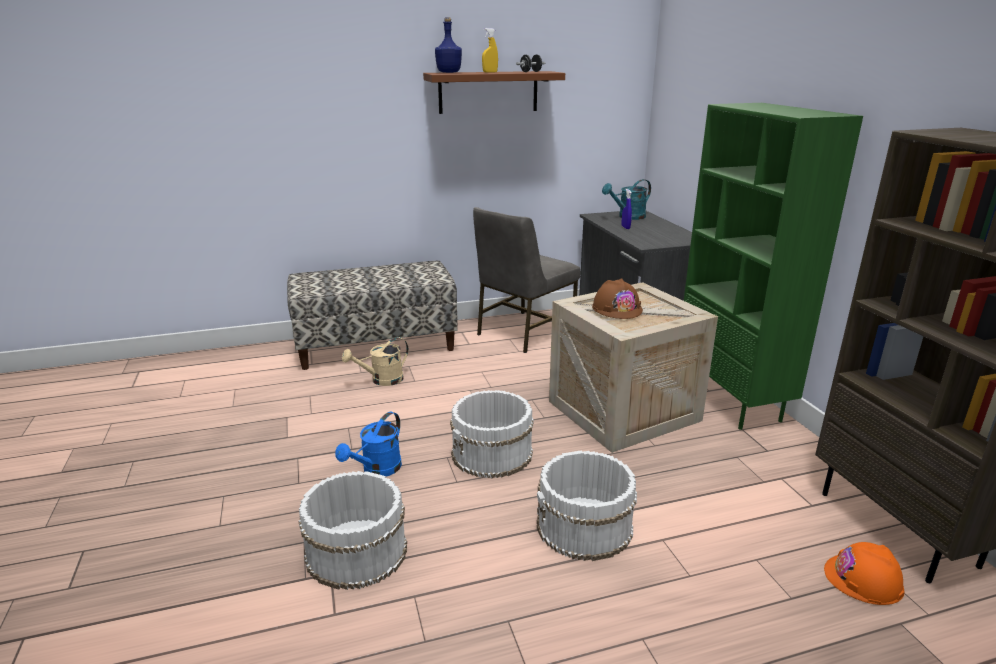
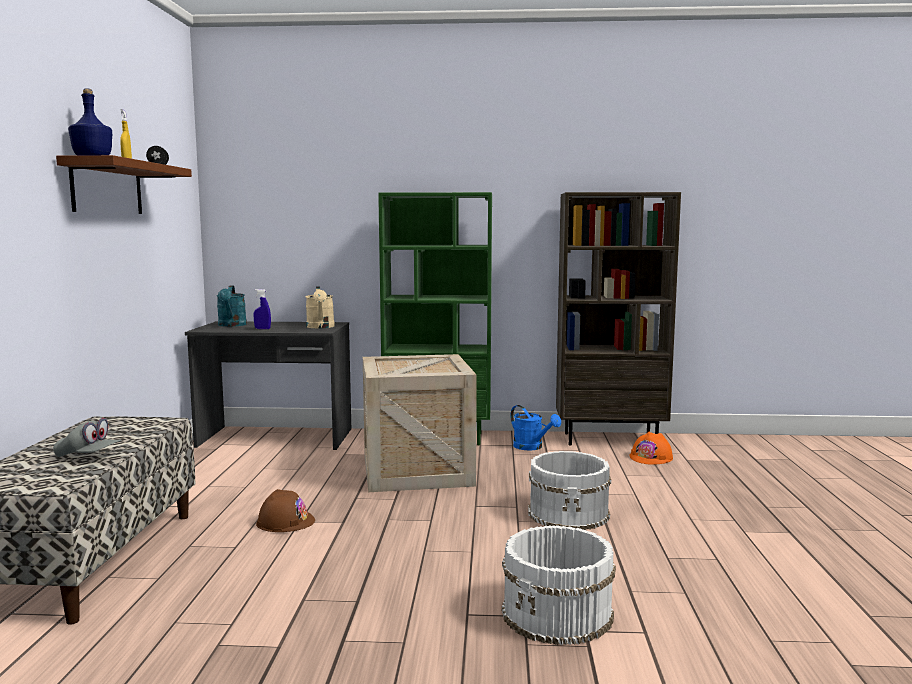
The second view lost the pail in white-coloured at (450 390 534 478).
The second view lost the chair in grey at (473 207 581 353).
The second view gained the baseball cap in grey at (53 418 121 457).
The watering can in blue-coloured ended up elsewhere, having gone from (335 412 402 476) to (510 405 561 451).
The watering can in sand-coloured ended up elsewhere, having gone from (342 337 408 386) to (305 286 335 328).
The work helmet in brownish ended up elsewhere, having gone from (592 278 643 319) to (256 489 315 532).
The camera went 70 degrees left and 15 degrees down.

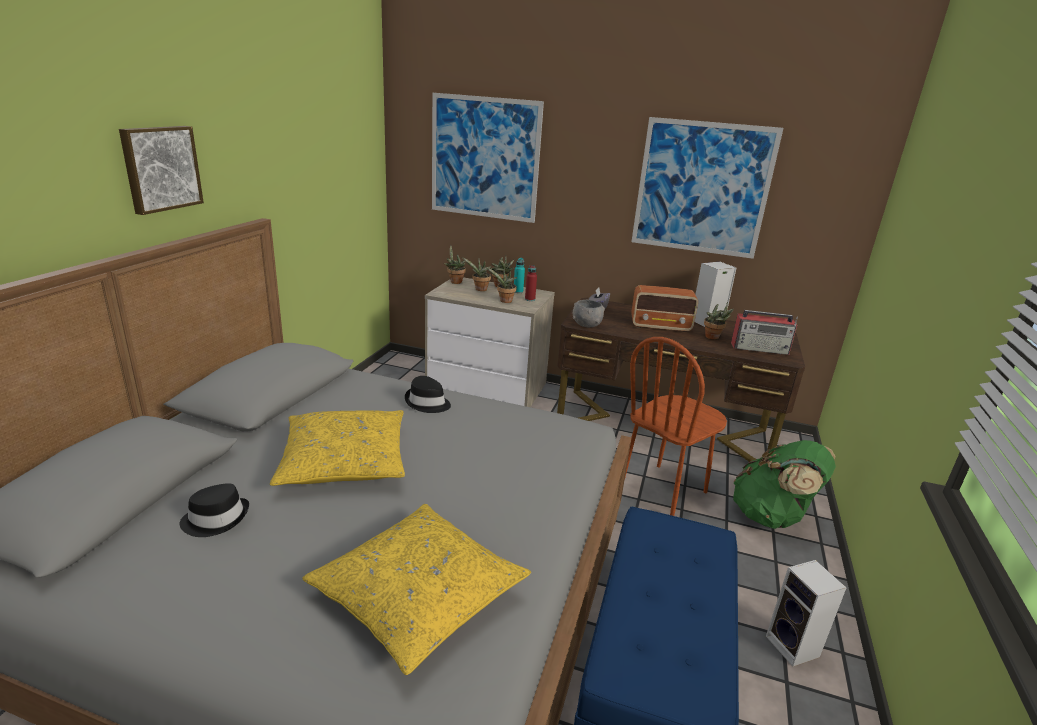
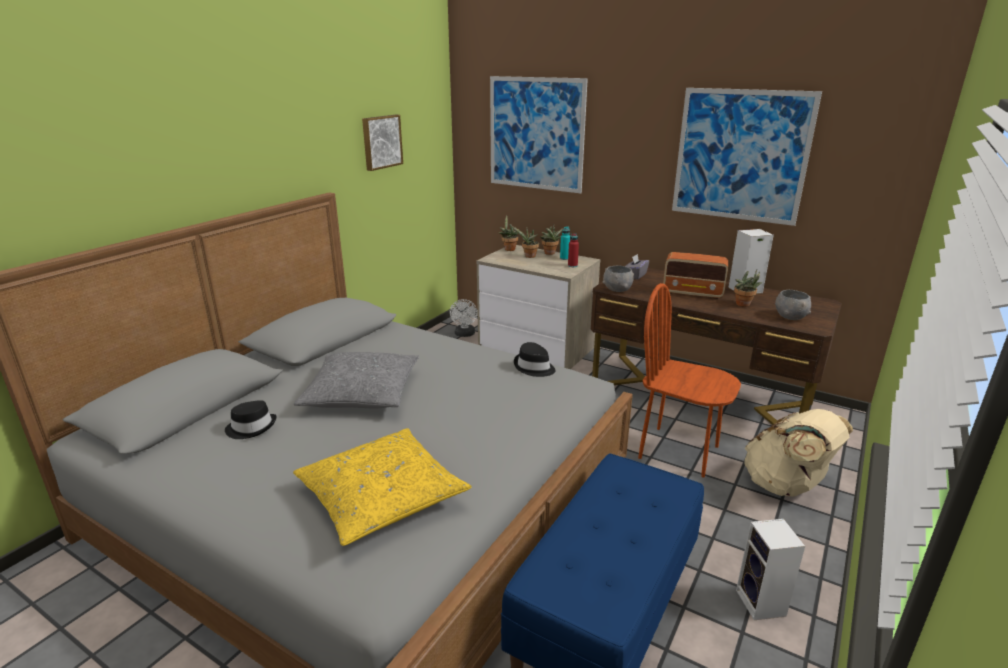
The second view lost the plant in a pot at (486 267 517 303).
The second view gained the fan in white-coloured at (450 299 478 337).
The picture ended up elsewhere, having gone from (119 126 204 215) to (362 115 403 171).
The clothing hat in blackish ended up elsewhere, having gone from (405 376 451 413) to (514 342 555 377).
Where the radio receiver stood at (731 310 798 355), the serving bowl in grey came to stand at (775 290 811 320).
What was the pillow in yellow at (270 410 405 486) turned into the pillow in grey at (294 352 419 408).
What was the rucksack in greenish at (733 440 836 529) turned into the rucksack in sand-coloured at (744 409 853 496).
The chair in brownish at (625 337 727 516) ended up facing another way, 60 degrees clockwise from before.
The camera went 15 degrees right and 0 degrees up.

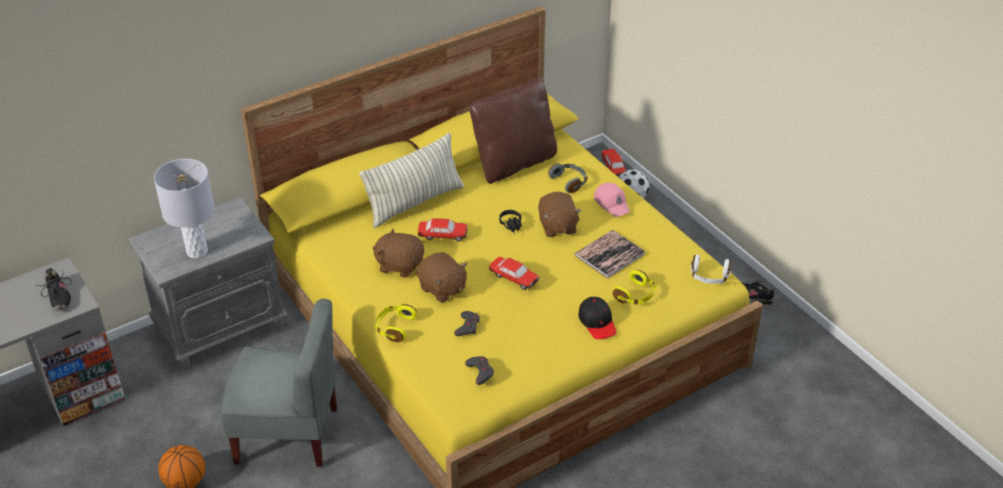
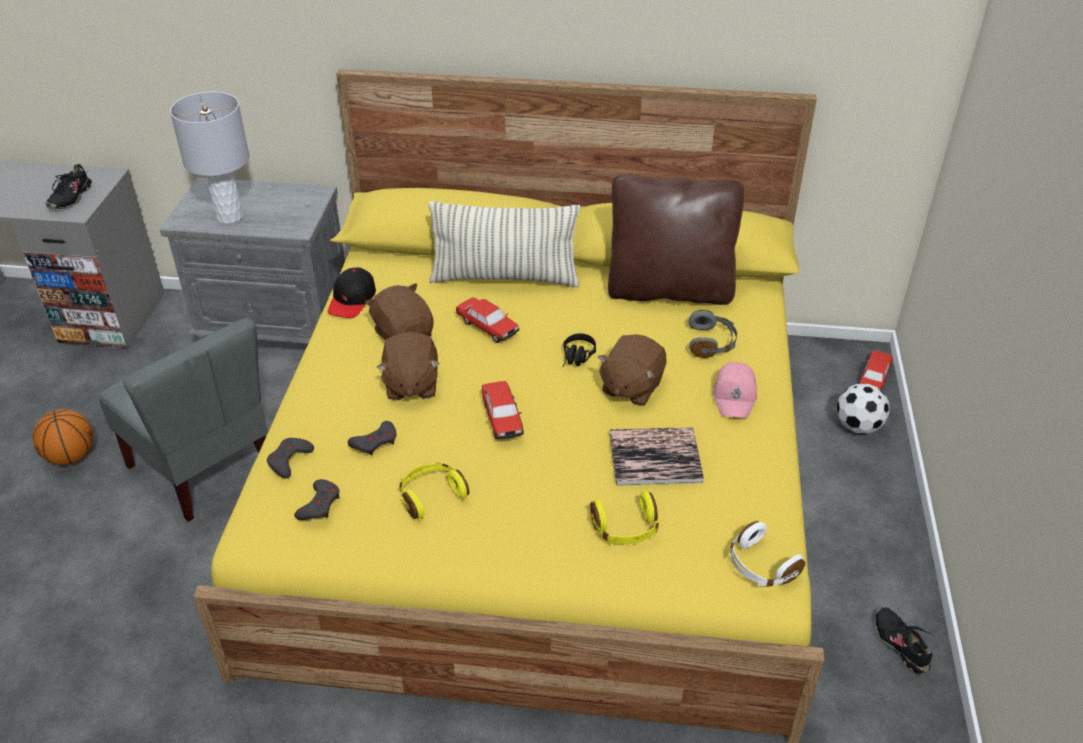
The second view gained the joypad in grey at (267 438 314 479).
The headphones in yellow ended up elsewhere, having gone from (375 304 417 342) to (399 462 469 519).
The baseball cap in blackish ended up elsewhere, having gone from (578 297 616 339) to (328 267 376 318).
The camera went 40 degrees right and 0 degrees up.

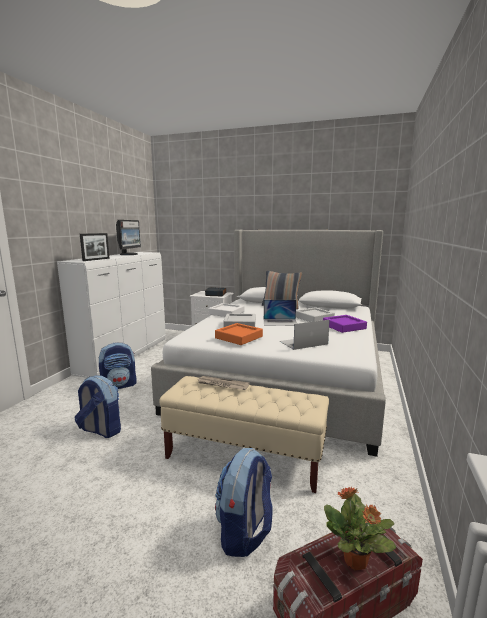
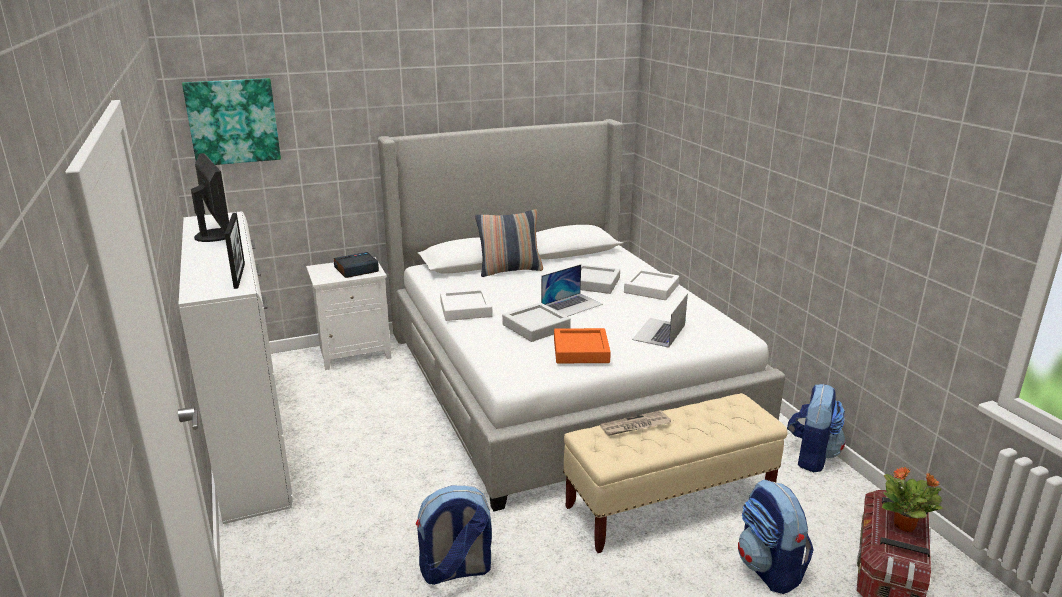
The second view gained the picture at (182 78 281 165).
The rucksack ended up elsewhere, having gone from (98 342 136 389) to (787 384 845 472).
What was the carrying tray in purple at (323 315 367 333) turned into the carrying tray in white-coloured at (624 269 679 300).
The camera went 40 degrees left and 10 degrees up.

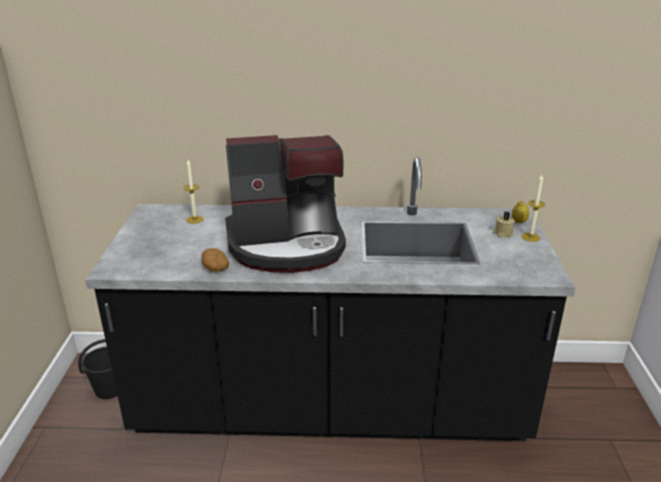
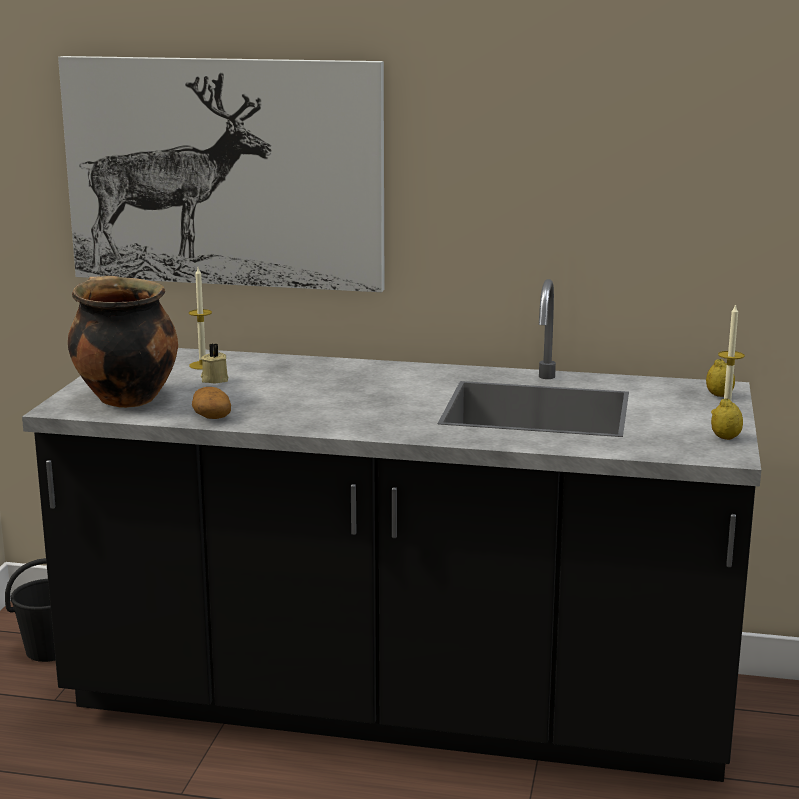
The second view lost the coffee brewer at (225 135 346 273).
The second view gained the picture at (58 56 384 292).
The second view gained the cooking pot at (68 276 178 408).
The second view gained the citrus fruit at (711 398 743 440).
The wax candle in sand-coloured ended up elsewhere, having gone from (493 212 515 237) to (201 344 228 384).
The camera went 10 degrees right and 10 degrees down.

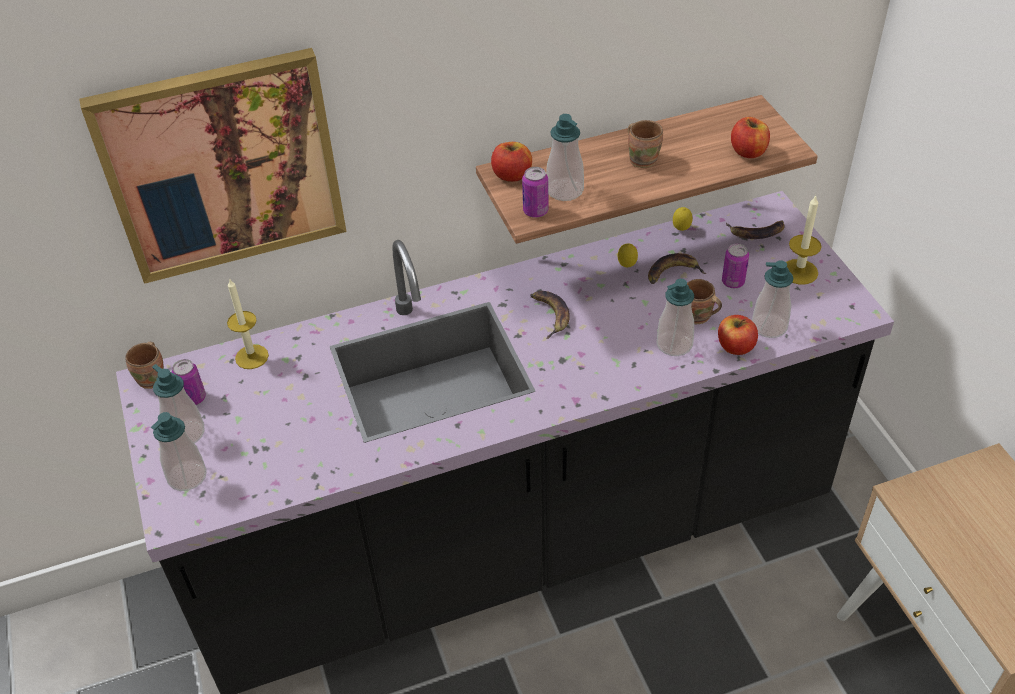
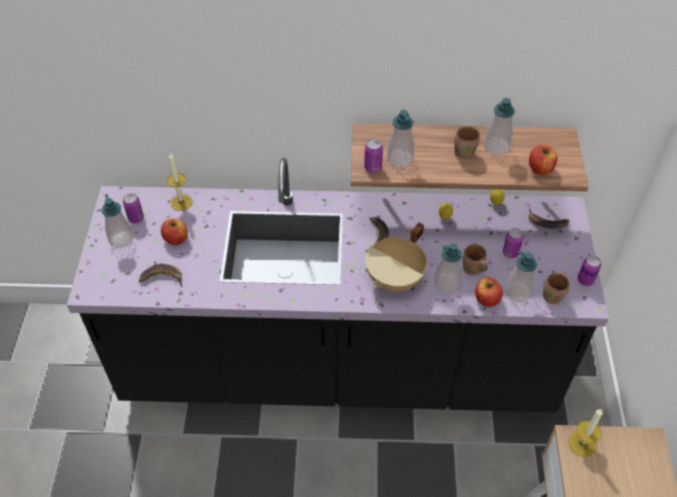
The second view lost the picture at (79 48 347 284).
The second view gained the cooking pot in sand-coloured at (365 222 427 292).
The second view gained the metal can at (578 255 601 286).
The mug in brownish ended up elsewhere, having gone from (125 342 164 389) to (543 272 570 304).
The liquid soap bottle ended up elsewhere, having gone from (151 412 207 491) to (484 98 515 155).
The apple fruit ended up elsewhere, having gone from (491 142 532 182) to (161 219 188 245).
The banana ended up elsewhere, having gone from (648 253 707 284) to (139 264 183 287).
The wax candle ended up elsewhere, having gone from (786 196 822 285) to (568 409 603 457).
The camera went 20 degrees right and 5 degrees up.

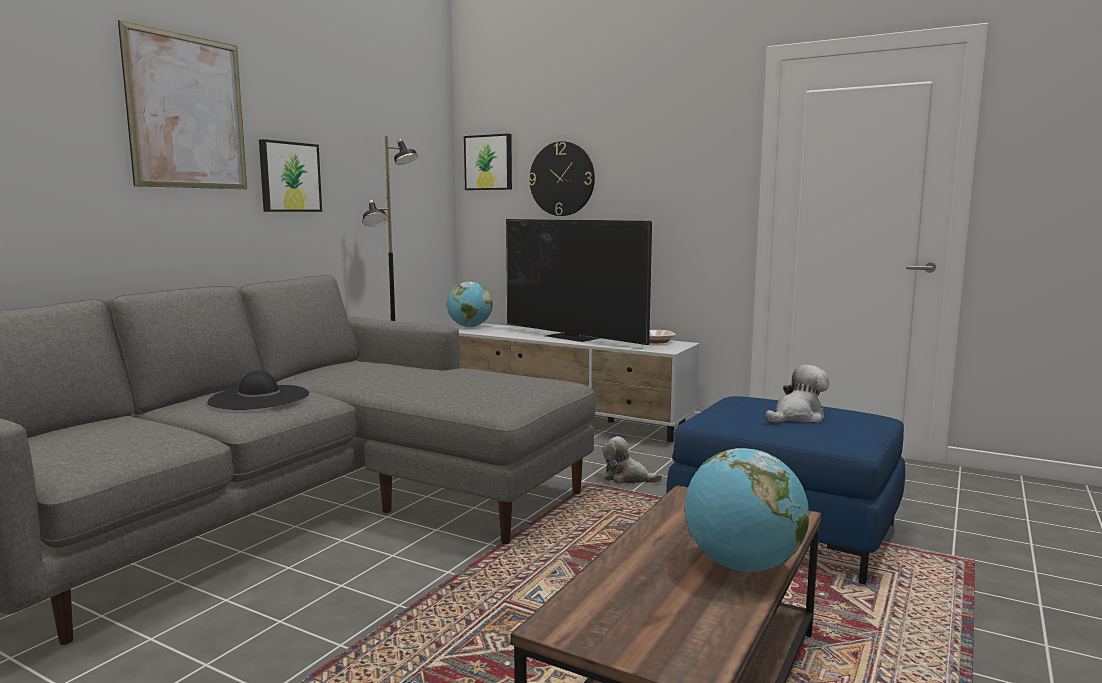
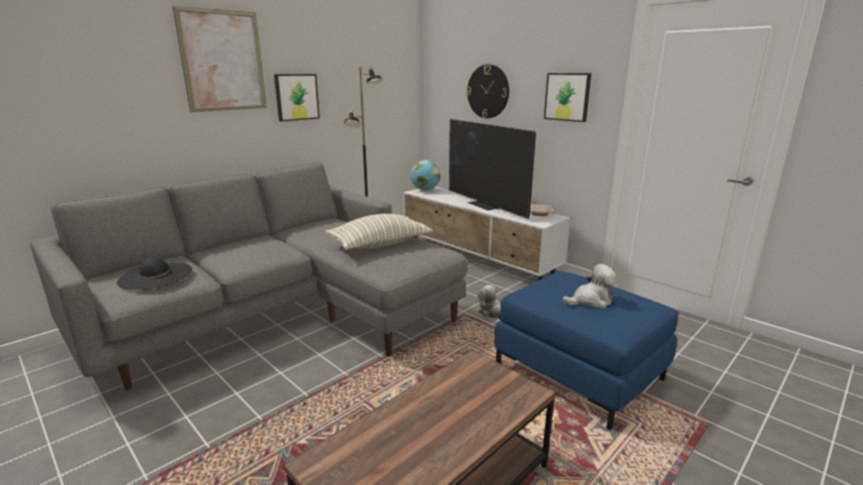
The second view lost the desk globe at (684 448 809 572).
The second view gained the pillow at (325 214 433 250).
The clothing hat in blackish ended up elsewhere, having gone from (207 370 309 410) to (117 257 192 290).
The picture ended up elsewhere, having gone from (464 134 512 190) to (544 73 591 122).
The camera went 15 degrees right and 10 degrees up.

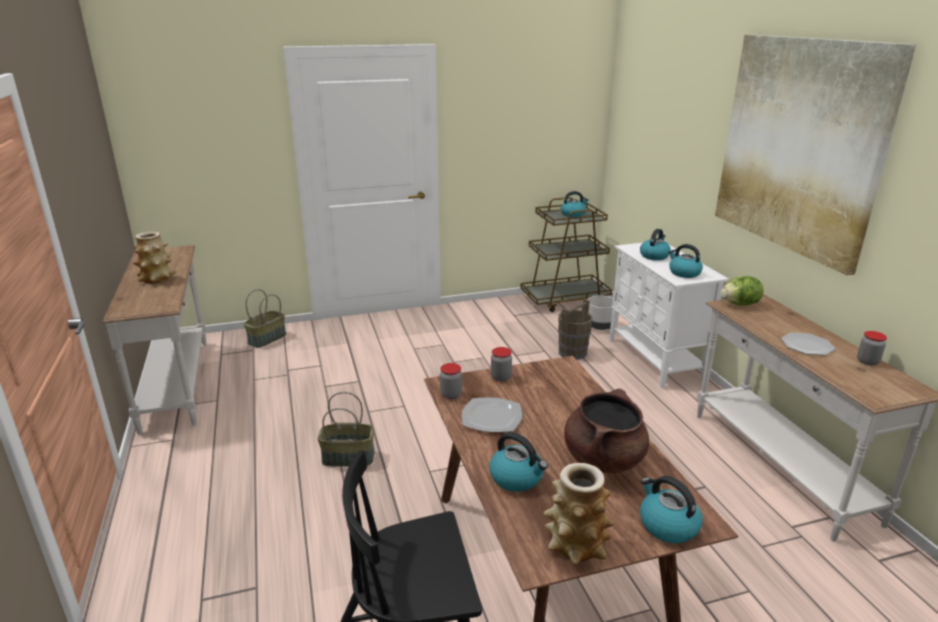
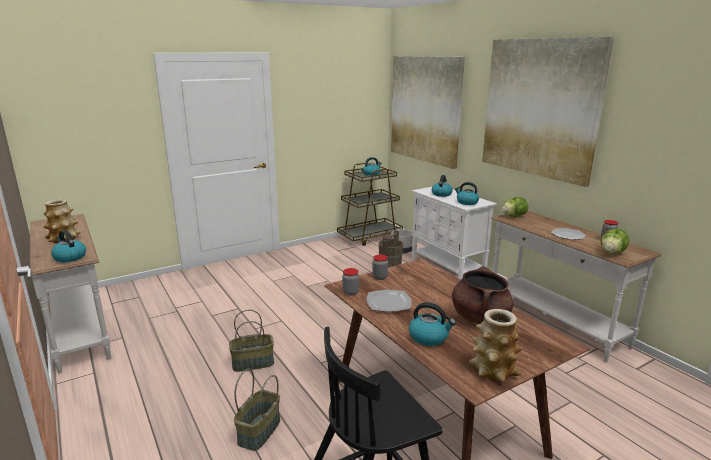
The second view gained the picture at (391 56 465 169).
The second view gained the lettuce at (601 229 630 254).
The storage basket ended up elsewhere, having gone from (244 289 286 348) to (234 369 280 451).
The water kettle ended up elsewhere, having gone from (640 476 702 543) to (51 230 86 263).
The camera went 15 degrees left and 5 degrees down.

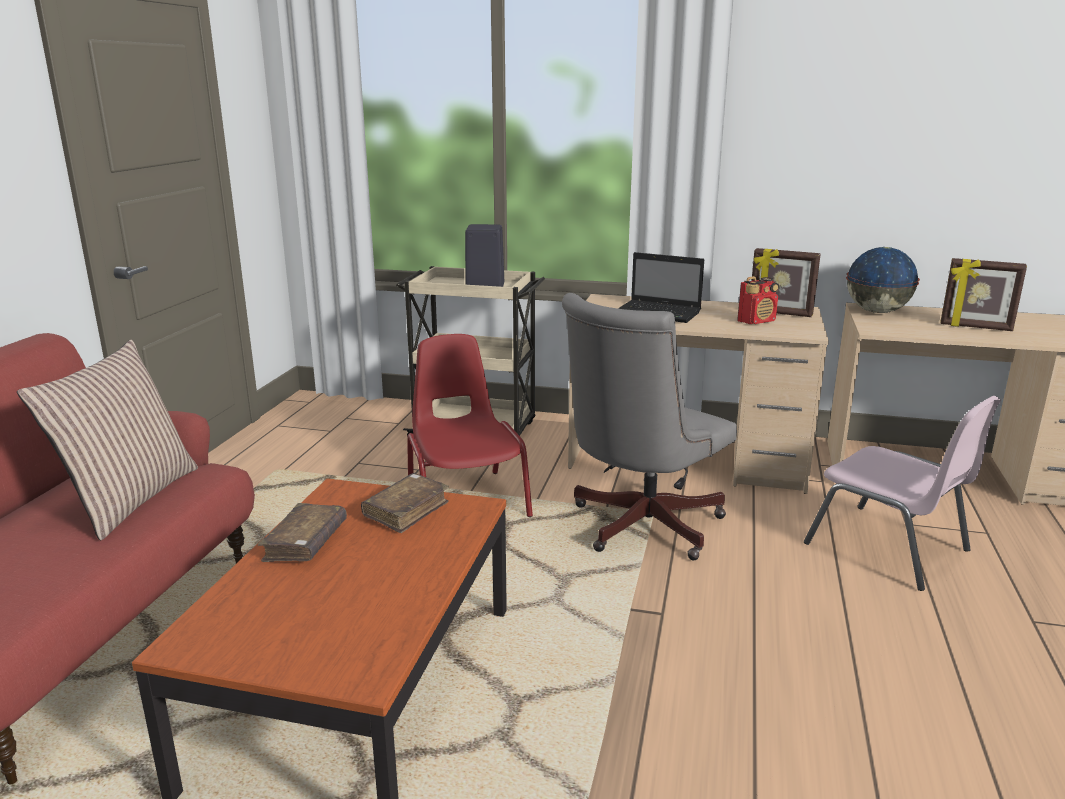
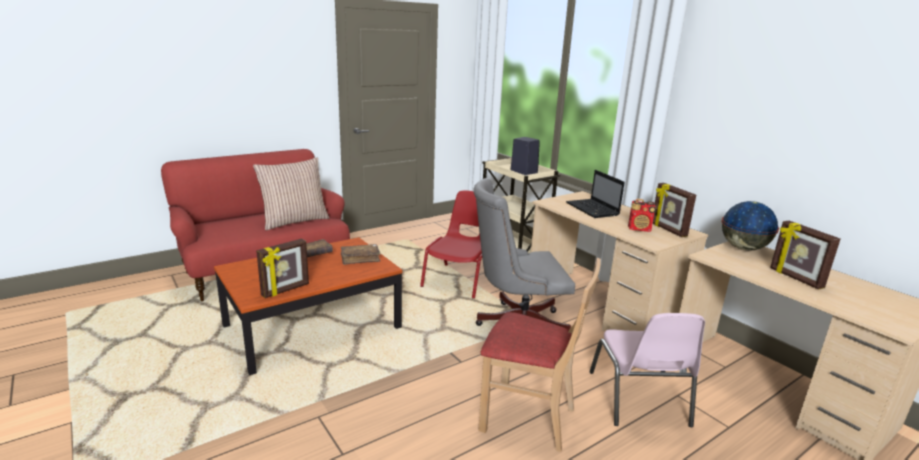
The second view gained the standing frame at (256 239 309 298).
The second view gained the chair in sand-coloured at (478 258 601 452).
The camera went 40 degrees right and 0 degrees up.

